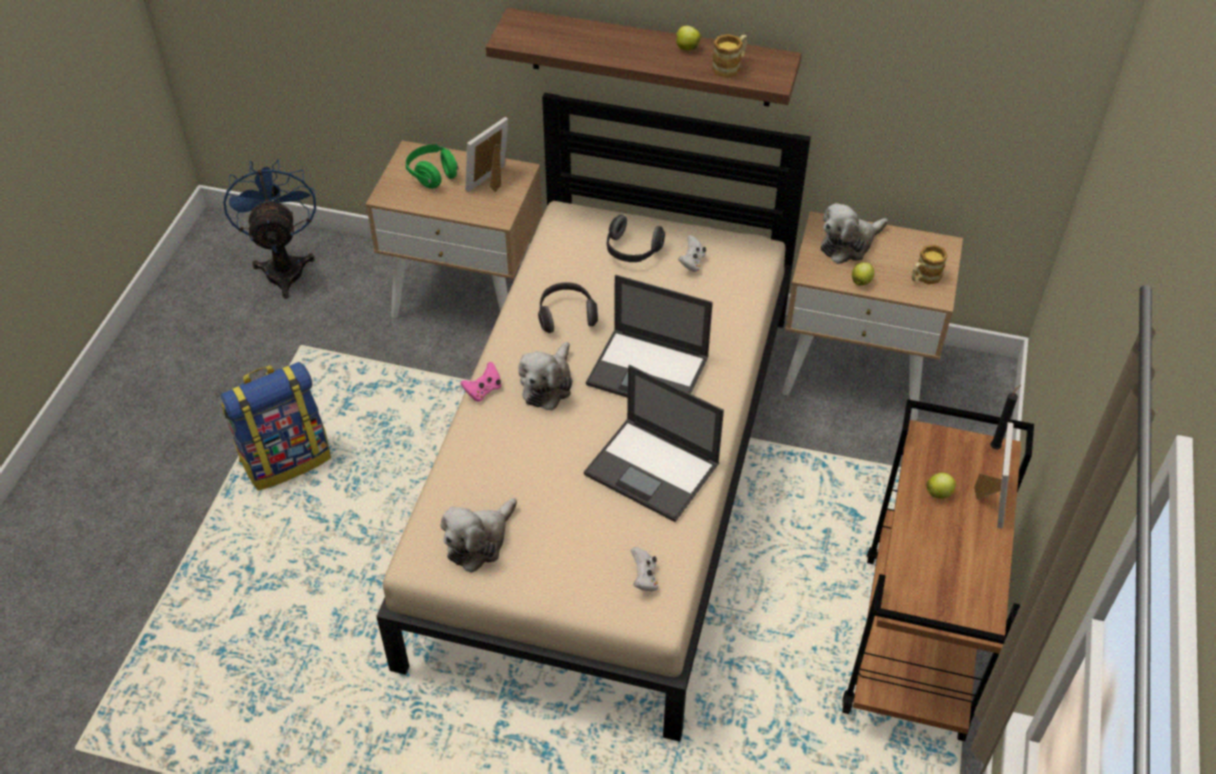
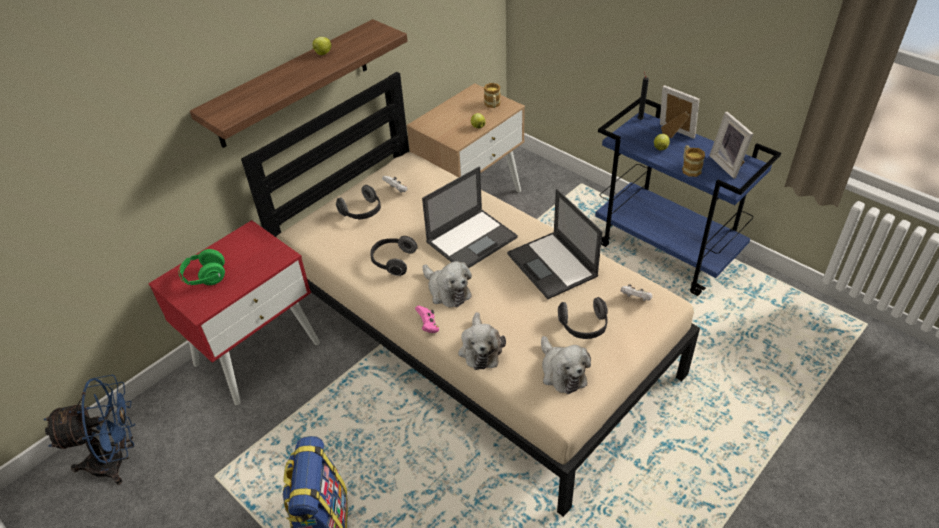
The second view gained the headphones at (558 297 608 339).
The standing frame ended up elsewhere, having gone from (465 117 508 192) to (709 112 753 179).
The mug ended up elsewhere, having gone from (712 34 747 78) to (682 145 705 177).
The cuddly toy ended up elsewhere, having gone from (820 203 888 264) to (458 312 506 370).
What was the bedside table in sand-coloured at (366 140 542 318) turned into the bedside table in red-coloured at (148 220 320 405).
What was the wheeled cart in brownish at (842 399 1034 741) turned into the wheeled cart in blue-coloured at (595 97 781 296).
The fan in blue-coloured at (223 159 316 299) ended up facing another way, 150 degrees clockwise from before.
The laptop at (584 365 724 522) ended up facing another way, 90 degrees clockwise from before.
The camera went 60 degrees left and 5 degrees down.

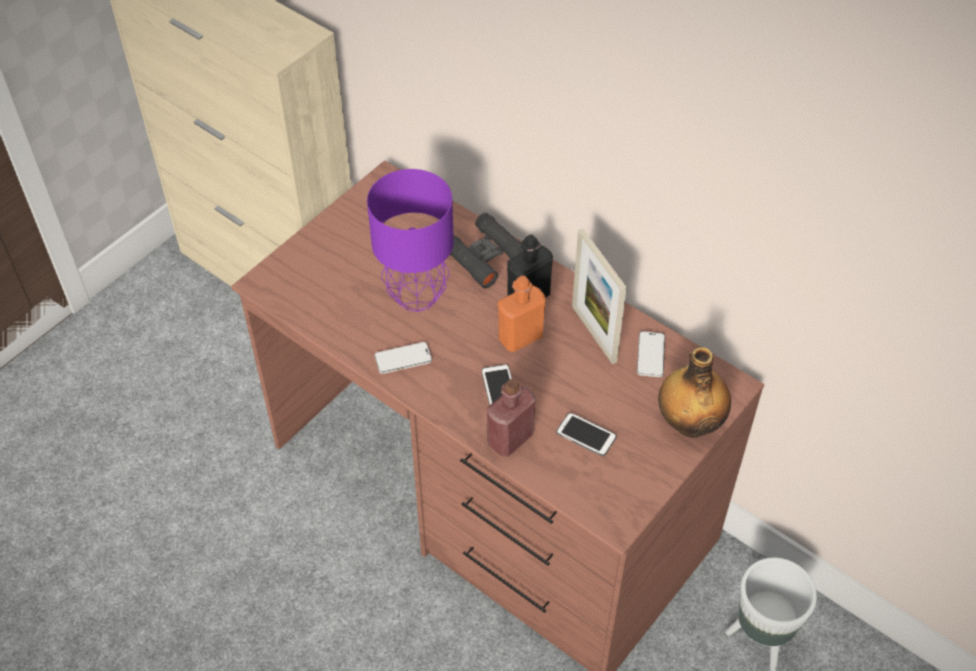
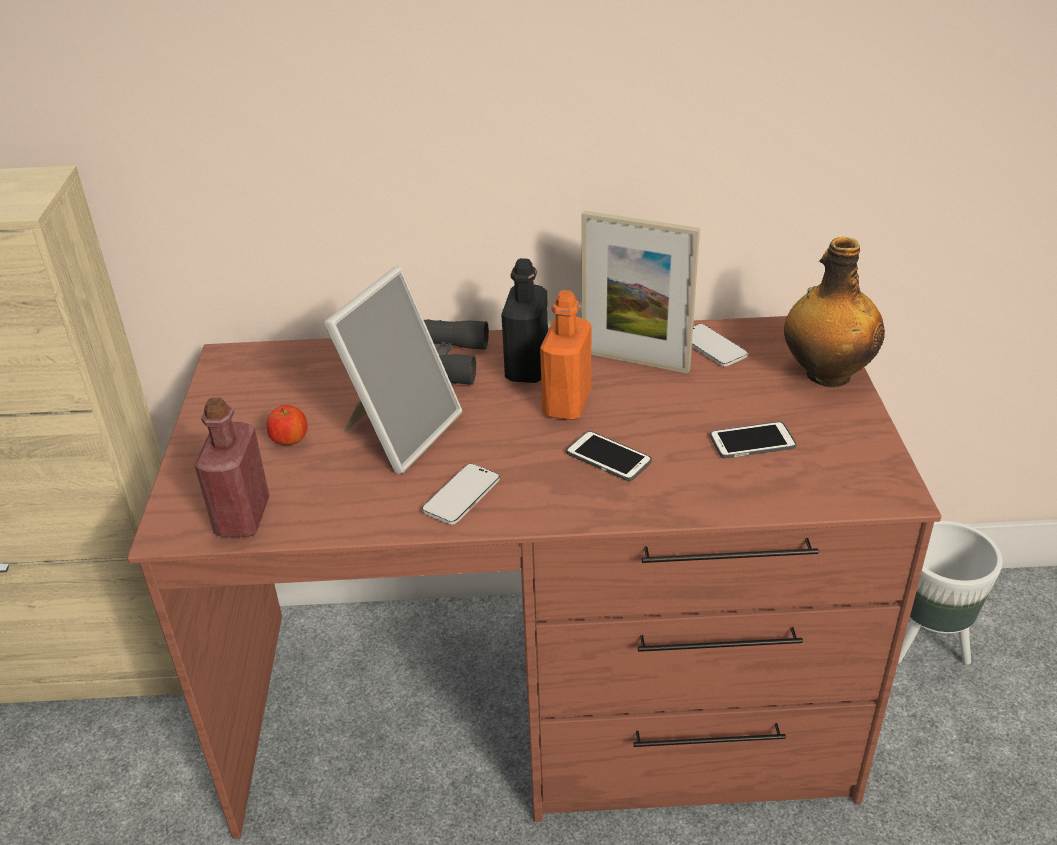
The second view gained the apple fruit at (267 405 308 446).
The bottle in red-coloured ended up elsewhere, having gone from (487 379 535 457) to (194 398 270 537).
Where the tabletop lamp in purple stood at (367 169 454 312), the standing frame came to stand at (324 267 462 474).
The camera went 40 degrees left and 15 degrees down.

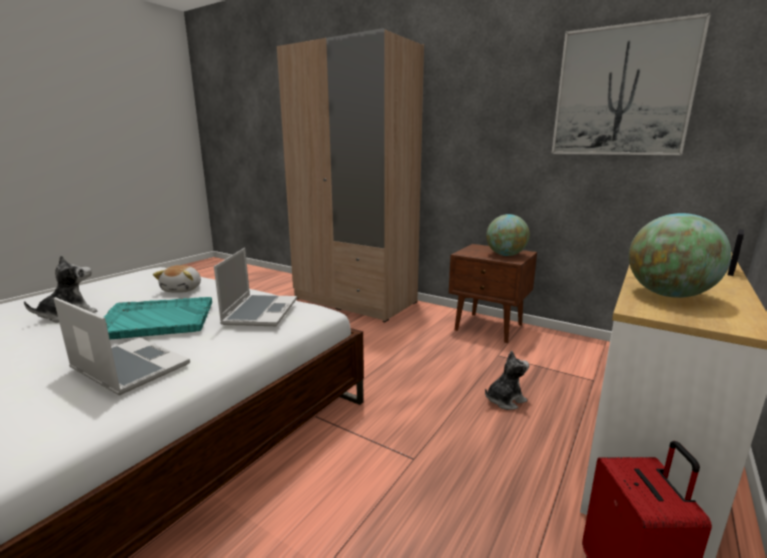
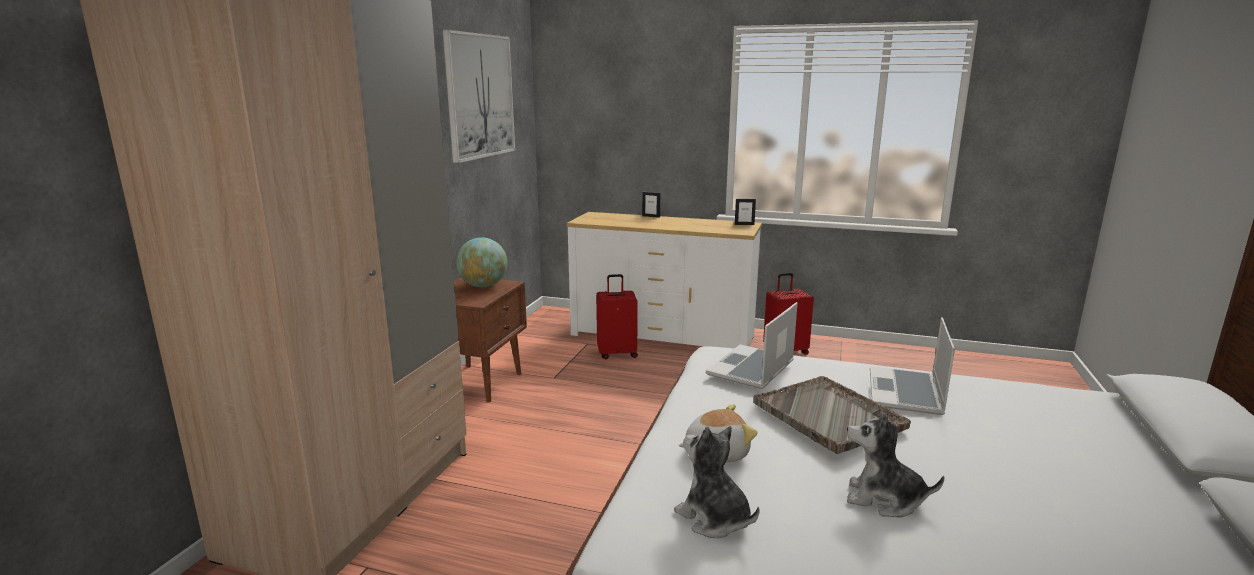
The second view lost the desk globe at (629 213 731 298).
The second view gained the suitcase in red-coloured at (596 274 638 359).
The second view gained the standing frame at (735 199 756 225).
The cuddly toy ended up elsewhere, having gone from (485 351 529 410) to (674 426 760 538).
What was the carrying tray in turquoise at (104 297 212 339) turned into the carrying tray in grey at (753 376 911 454).
The laptop at (214 248 297 326) ended up facing another way, 45 degrees counterclockwise from before.
The camera went 105 degrees left and 0 degrees up.

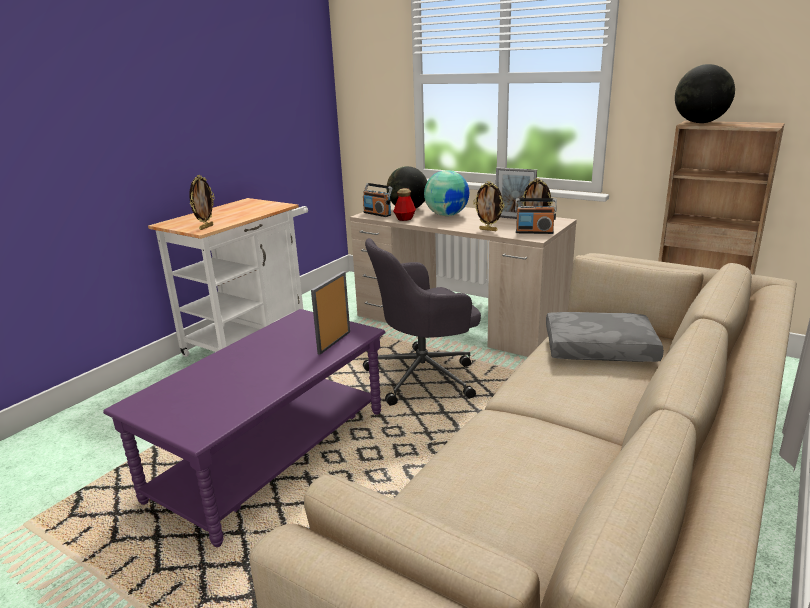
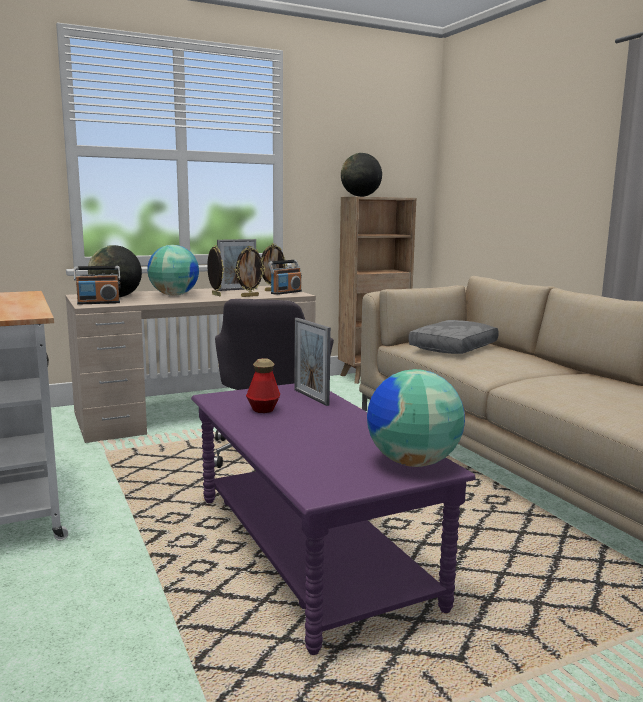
The second view gained the desk globe at (367 369 465 467).
The standing frame ended up elsewhere, having gone from (189 175 215 230) to (207 245 224 296).
The bottle ended up elsewhere, having gone from (393 188 416 221) to (246 358 280 413).
The camera went 60 degrees left and 10 degrees down.

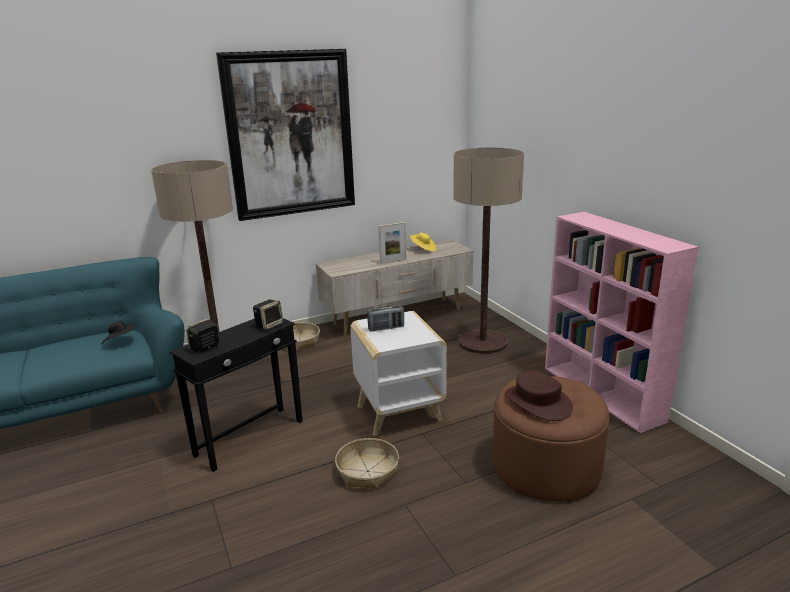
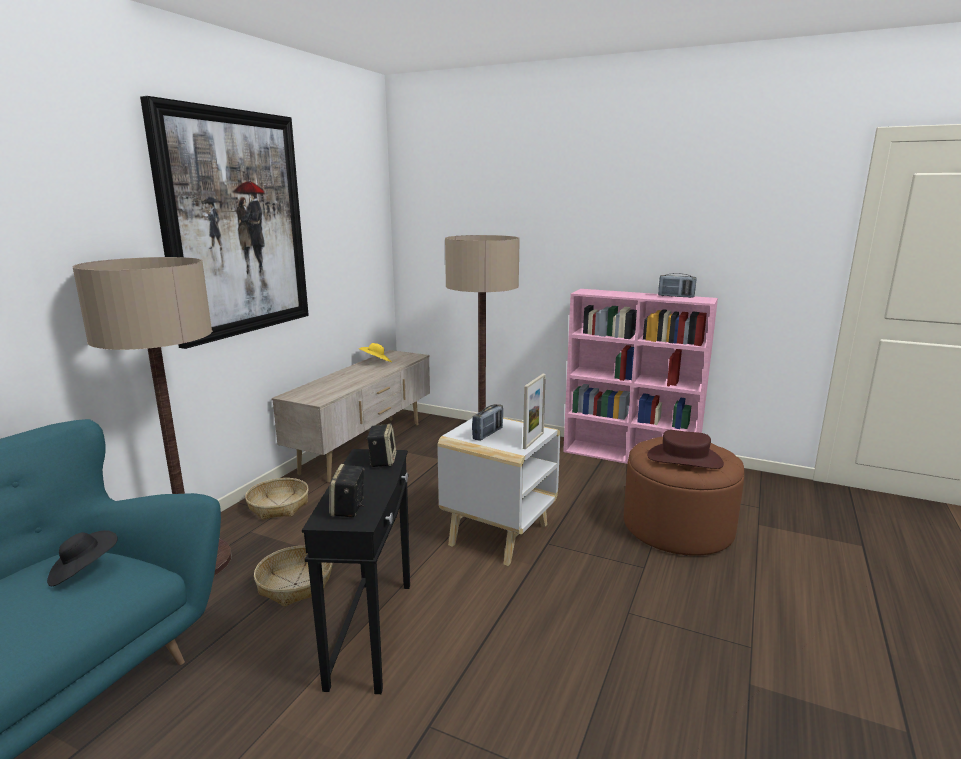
The second view gained the radio receiver at (658 273 697 298).
The storage basket ended up elsewhere, having gone from (335 438 399 490) to (254 546 332 607).
The standing frame ended up elsewhere, having gone from (379 222 406 264) to (523 374 546 449).
The camera went 40 degrees left and 5 degrees down.

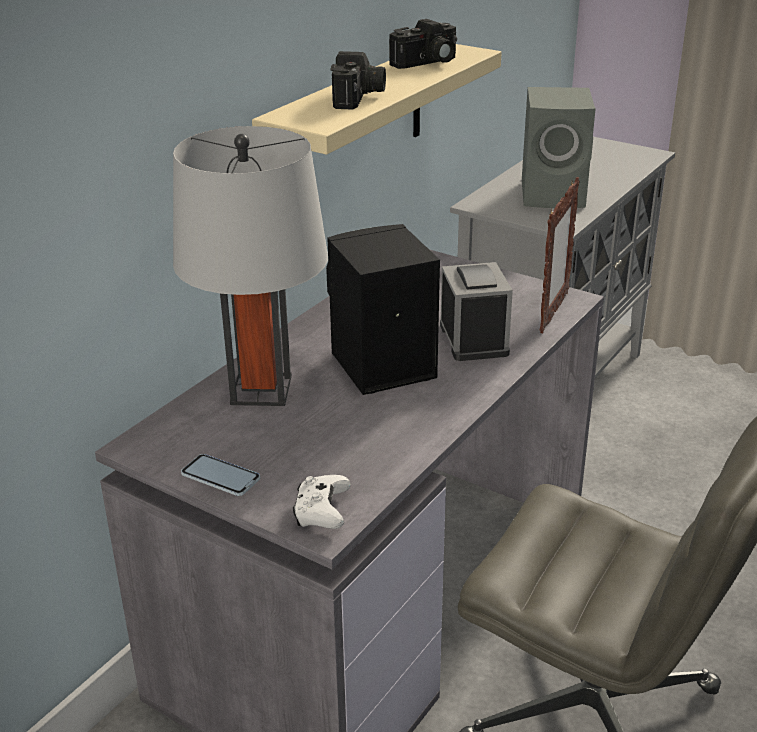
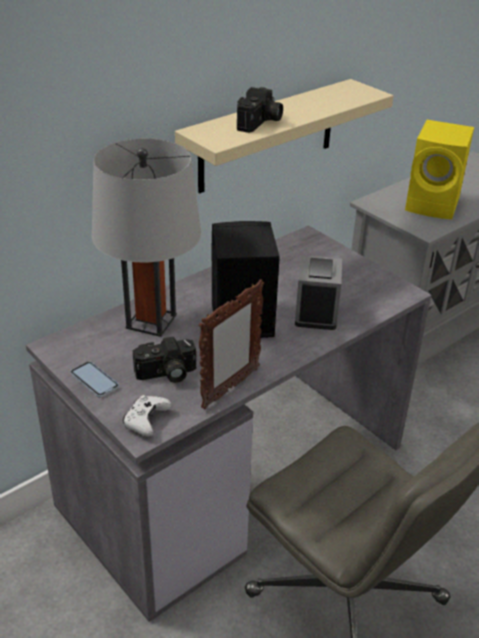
The still camera ended up elsewhere, having gone from (389 19 457 69) to (133 337 196 383).
The standing frame ended up elsewhere, having gone from (540 177 580 333) to (198 279 264 409).
What was the speaker in grey at (522 87 596 208) turned into the speaker in yellow at (405 120 474 219).
The camera went 15 degrees right and 5 degrees up.

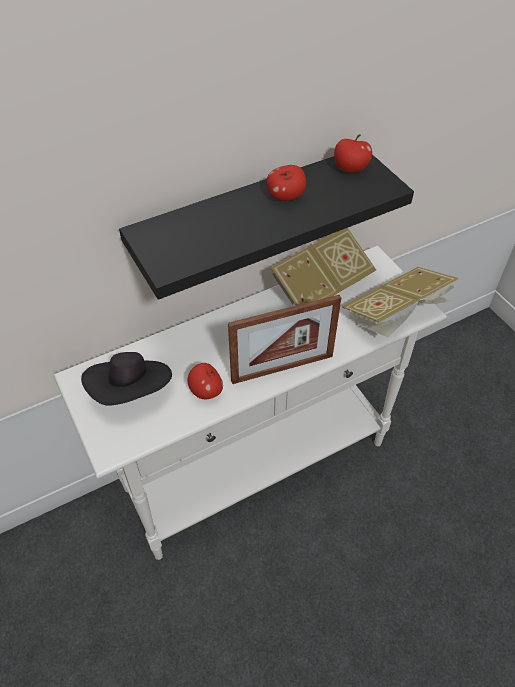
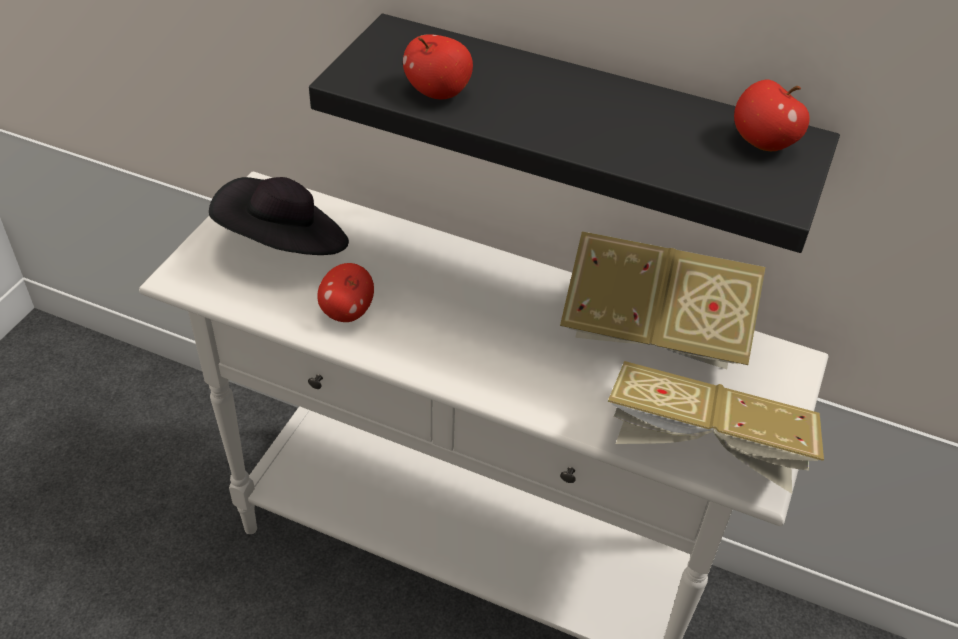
The second view lost the standing frame at (228 295 341 384).
The apple fruit ended up elsewhere, having gone from (267 165 306 201) to (403 34 473 99).
The camera went 50 degrees right and 5 degrees down.

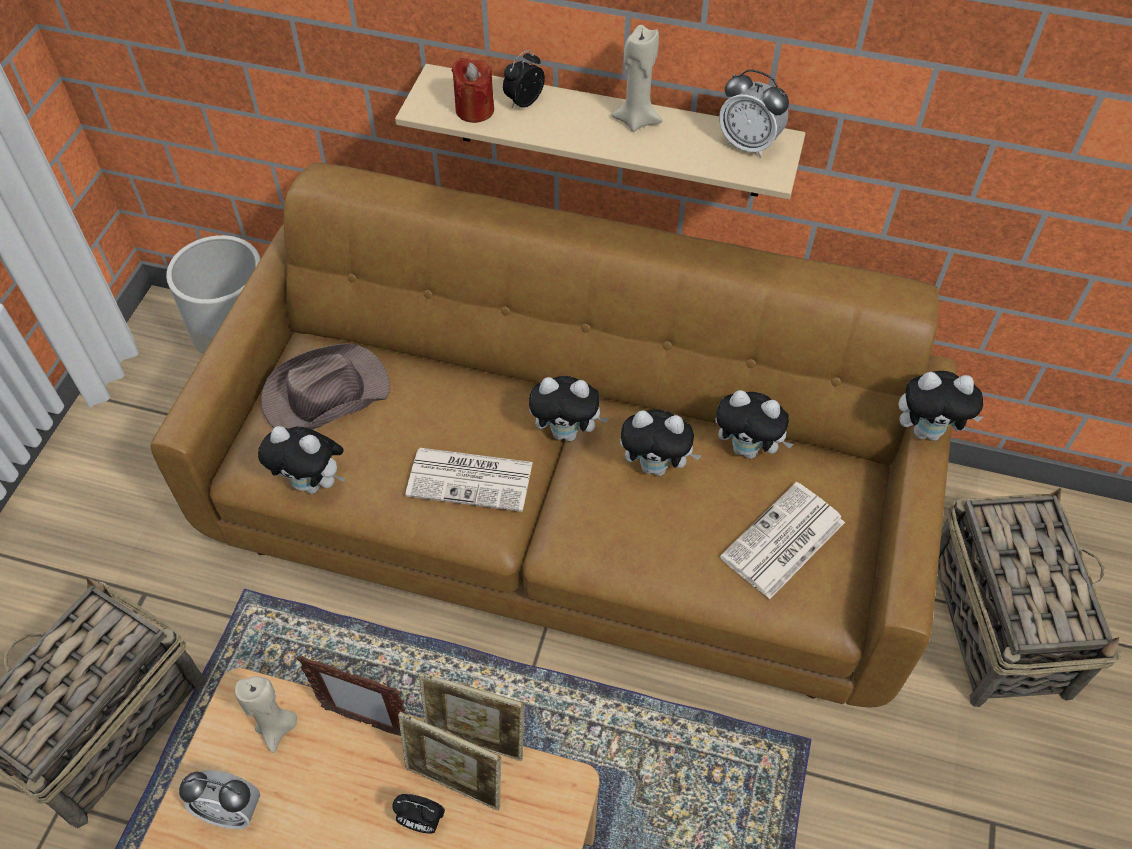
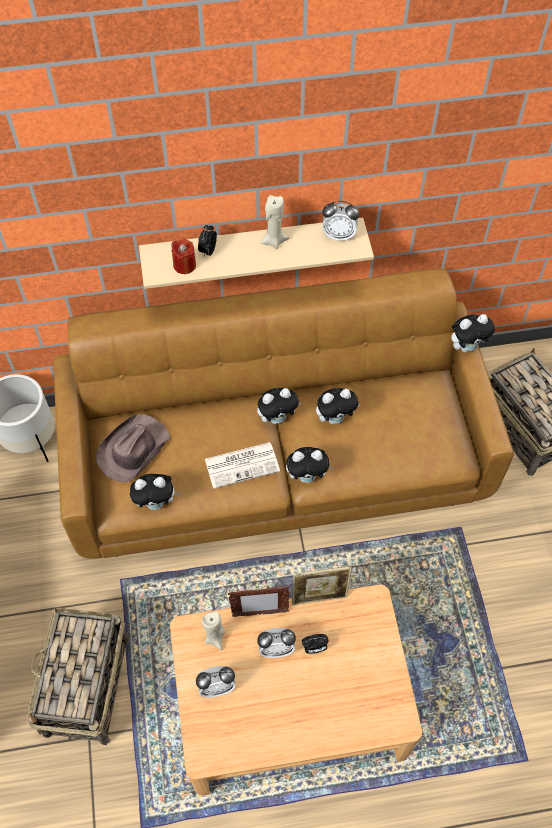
The second view lost the standing frame at (398 712 502 811).
The second view lost the newspaper at (720 482 845 599).
The second view gained the bedside clock at (257 628 296 658).
The cuddly toy ended up elsewhere, having gone from (715 390 794 459) to (286 447 334 483).
The camera went 25 degrees left and 5 degrees up.

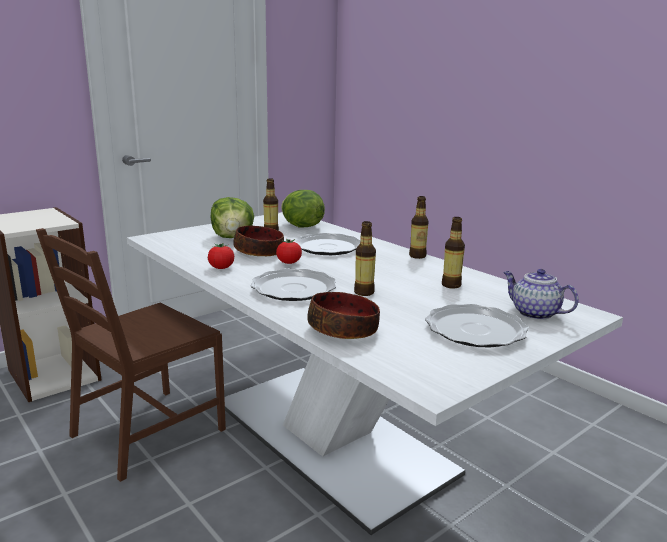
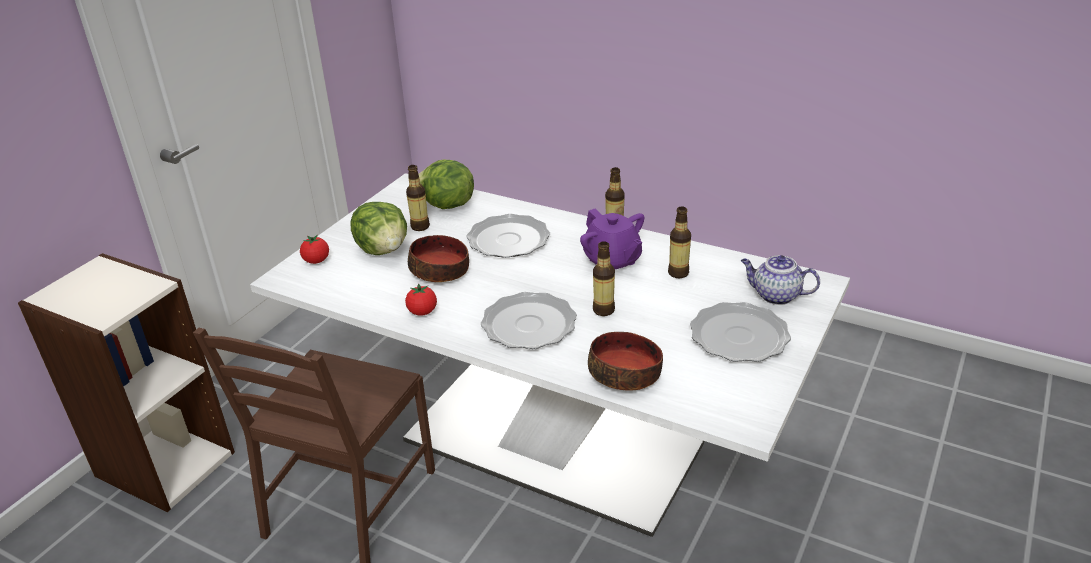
The second view gained the teapot in purple at (580 209 645 269).
The whole tomato ended up elsewhere, having gone from (276 239 302 264) to (300 235 329 264).
The camera went 20 degrees left and 15 degrees up.

